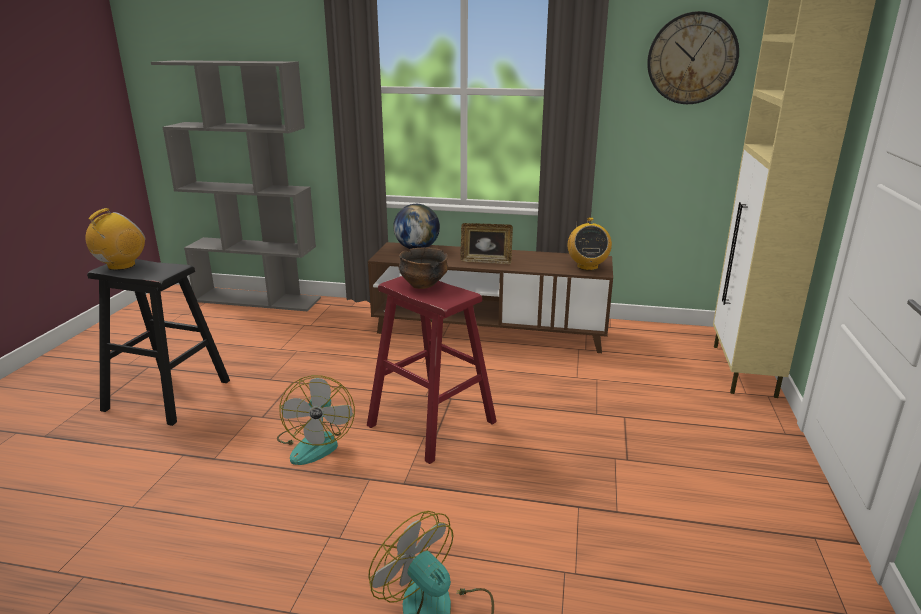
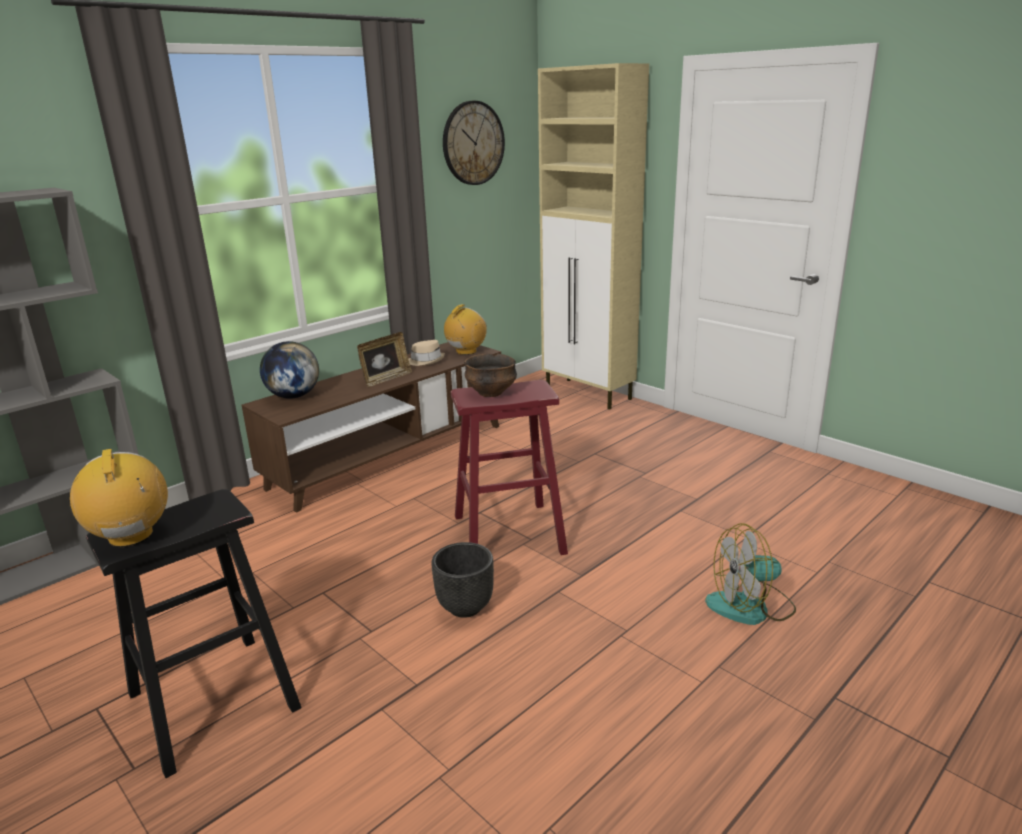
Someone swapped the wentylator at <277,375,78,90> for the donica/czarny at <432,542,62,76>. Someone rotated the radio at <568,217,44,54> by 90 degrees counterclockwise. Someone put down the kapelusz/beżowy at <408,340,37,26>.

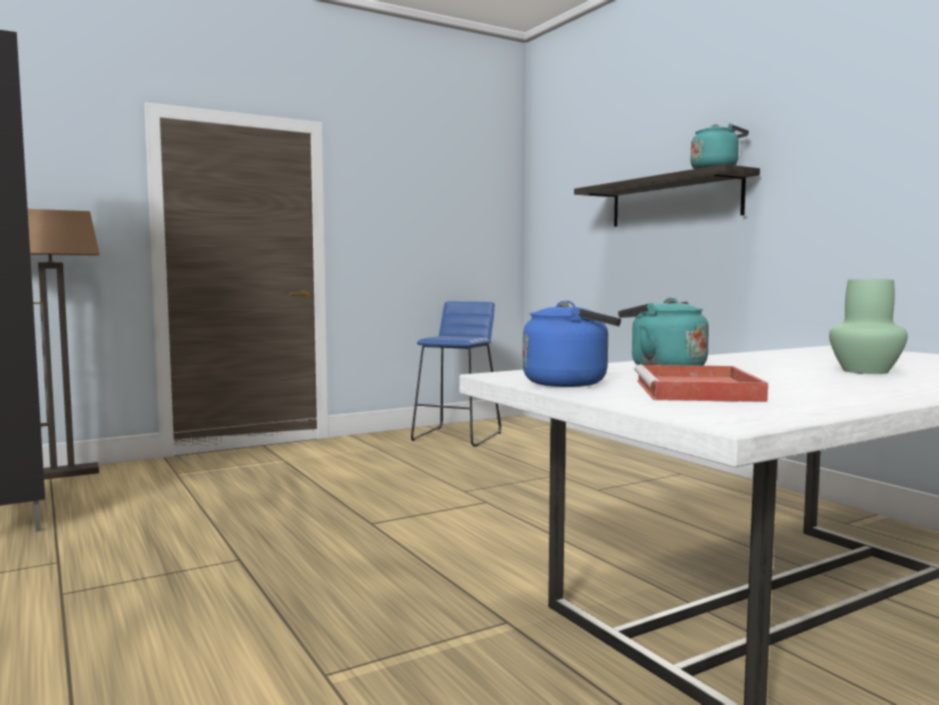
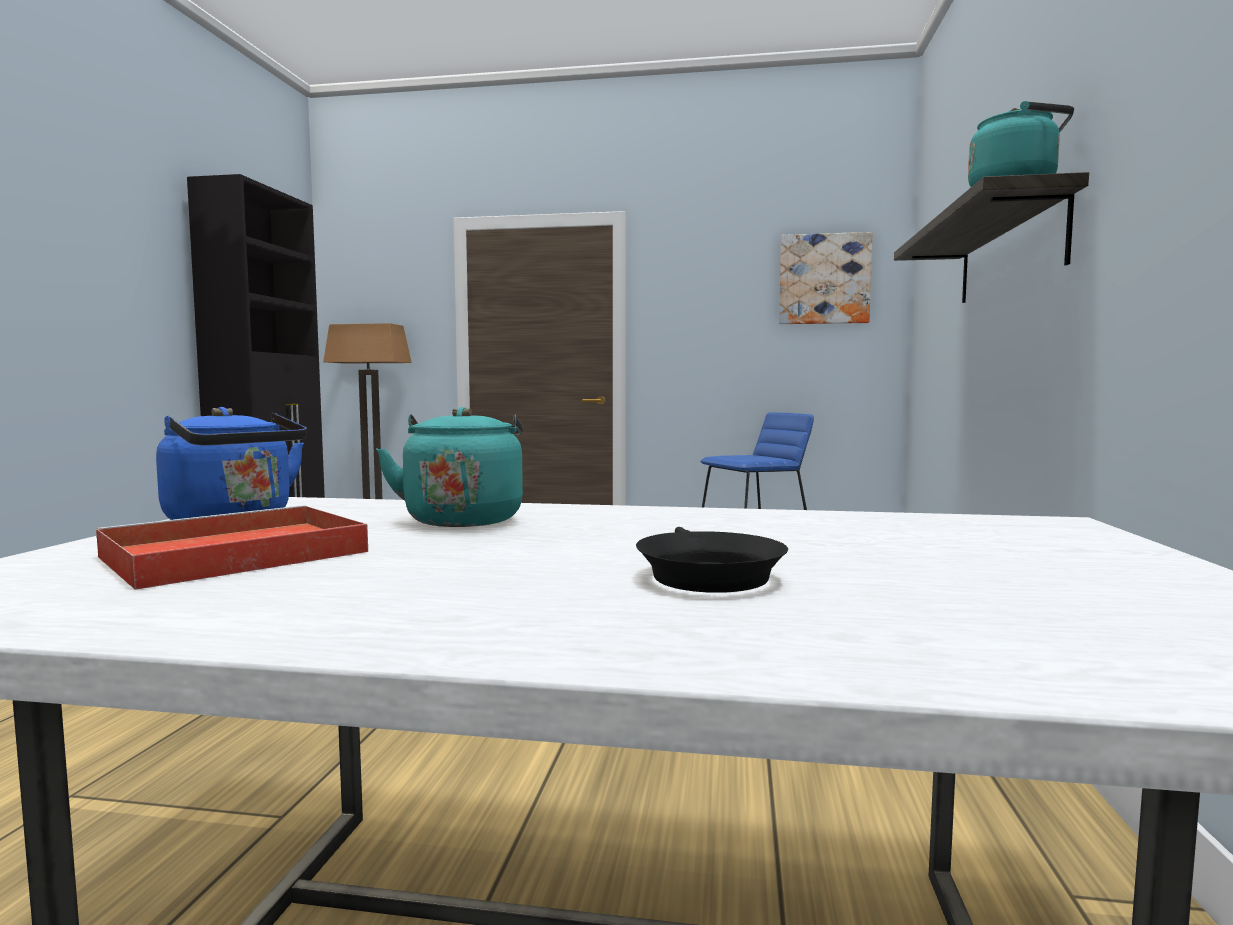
Someone swapped the wazon/zielony at <829,280,79,94> for the patelnia/czarny at <636,527,152,66>. Someone put up the obraz at <779,232,94,92>.

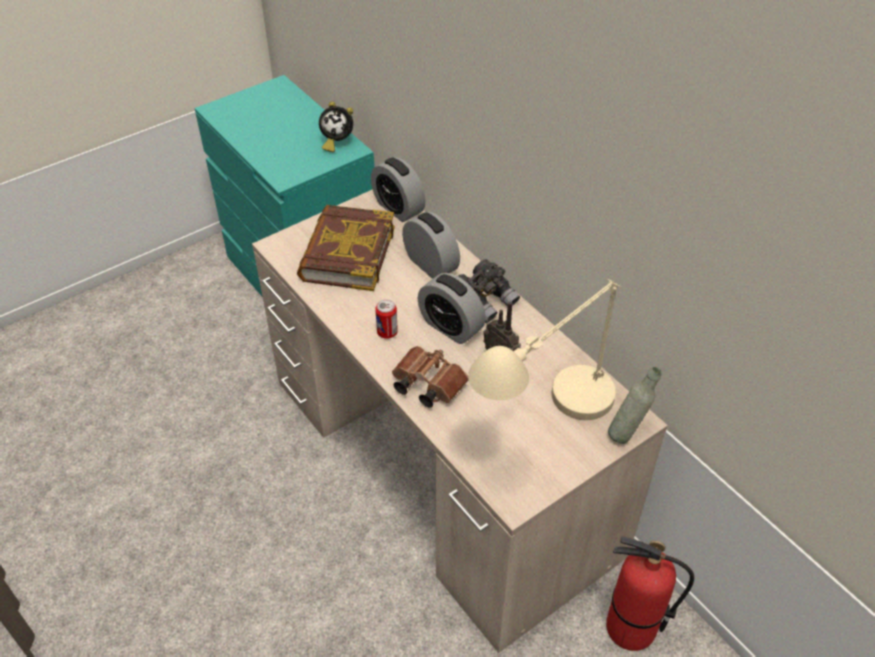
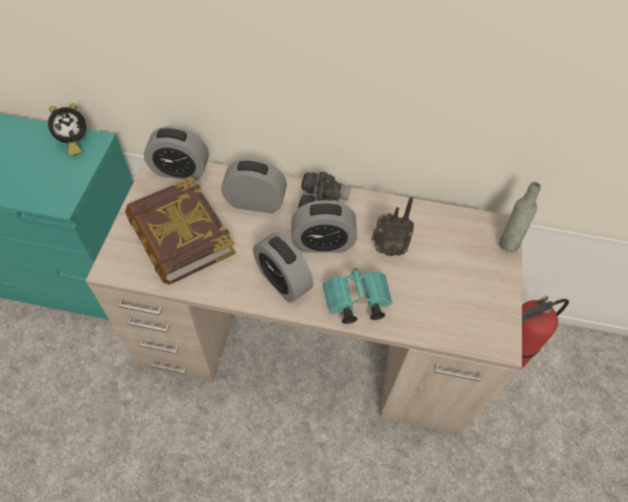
Someone swapped the puszka at <375,299,23,40> for the budzik at <253,232,60,70>. Someone repainted the lornetka/brązowy at <392,346,77,62>, which became the lornetka/turkusowy at <323,268,69,56>. Someone took away the lampa stołowa/beżowy at <468,279,153,141>.

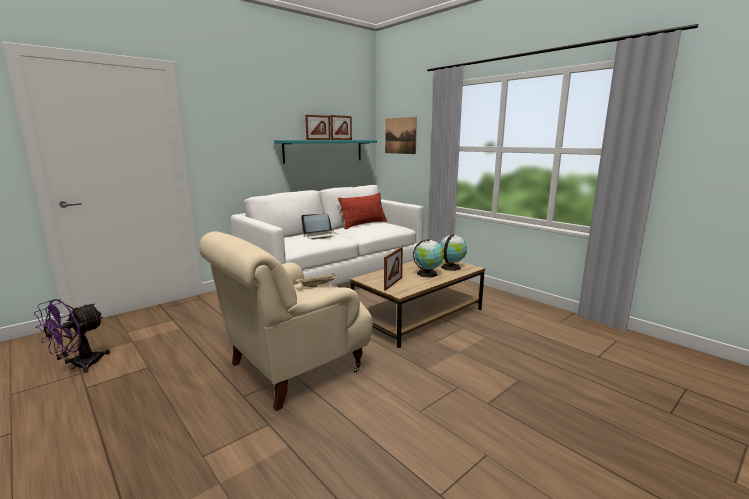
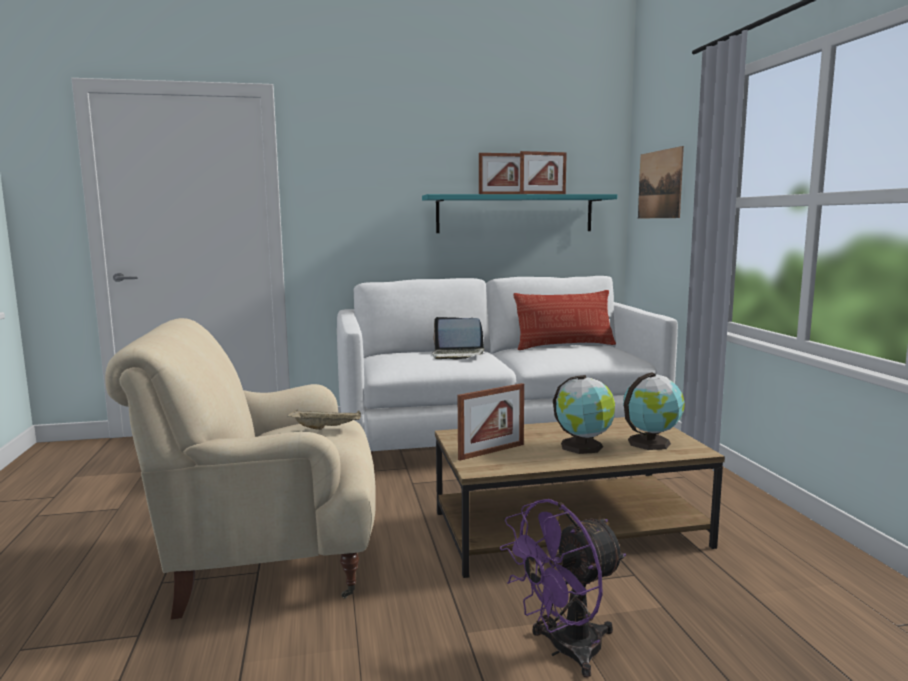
Someone carried the wentylator/fioletowy from <34,299,76,74> to <500,499,126,179>.

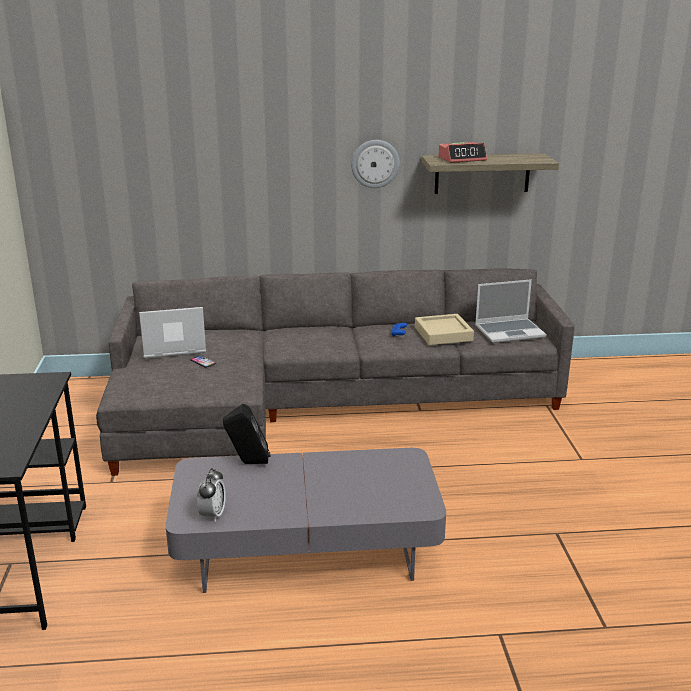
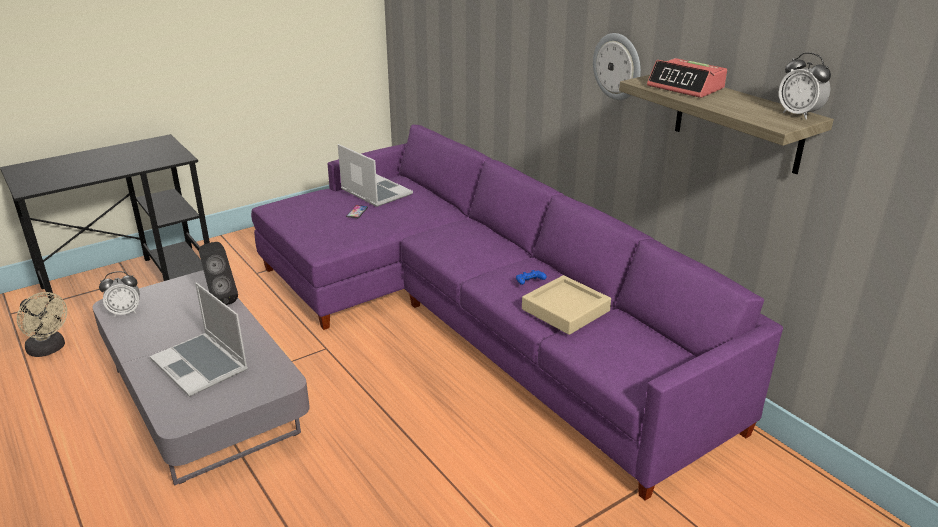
Someone repainted the kanapa/szary at <96,269,479,207>, which became the kanapa/fioletowy at <251,125,532,376>. Someone carried the laptop from <475,279,71,64> to <150,283,98,114>. Someone put down the wentylator/beżowy at <17,292,50,65>. Someone put down the budzik at <779,53,52,66>.

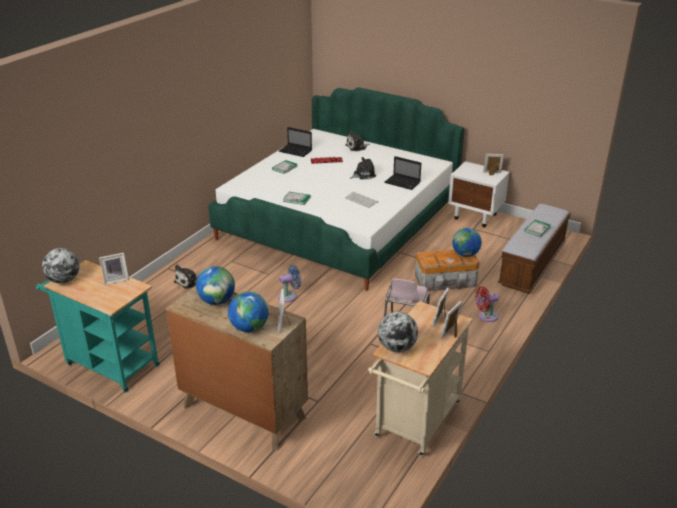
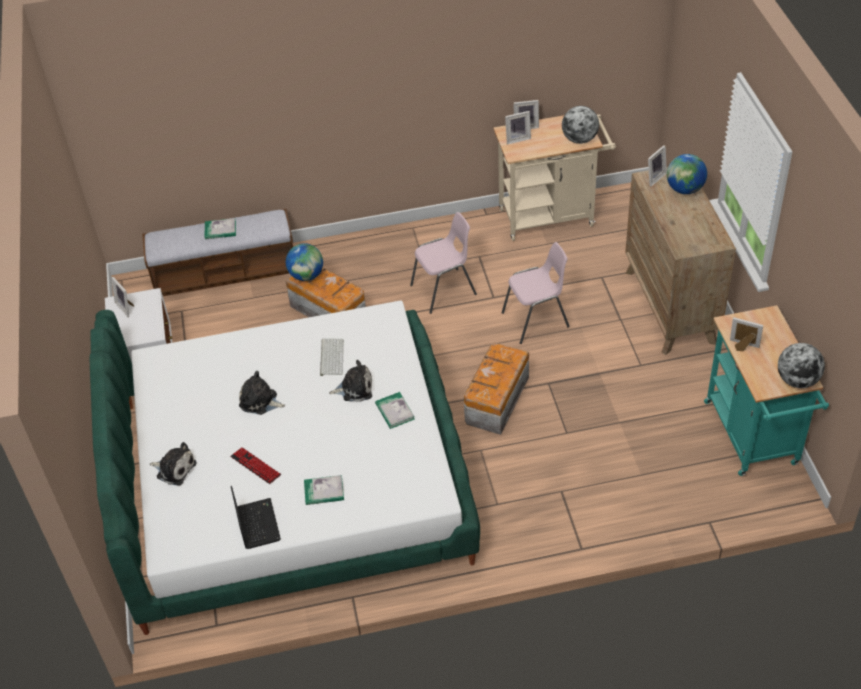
Someone carried the pluszak from <174,265,26,24> to <329,360,43,42>. Someone took away the globus at <196,266,39,39>. Someone swapped the wentylator/niebieski at <278,265,23,37> for the pojemnik do przechowywania at <464,343,65,92>. Someone took away the laptop at <384,156,37,34>. Someone took away the wentylator/czerwony at <475,286,24,36>. Someone put down the krzesło/różowy at <502,242,68,102>.

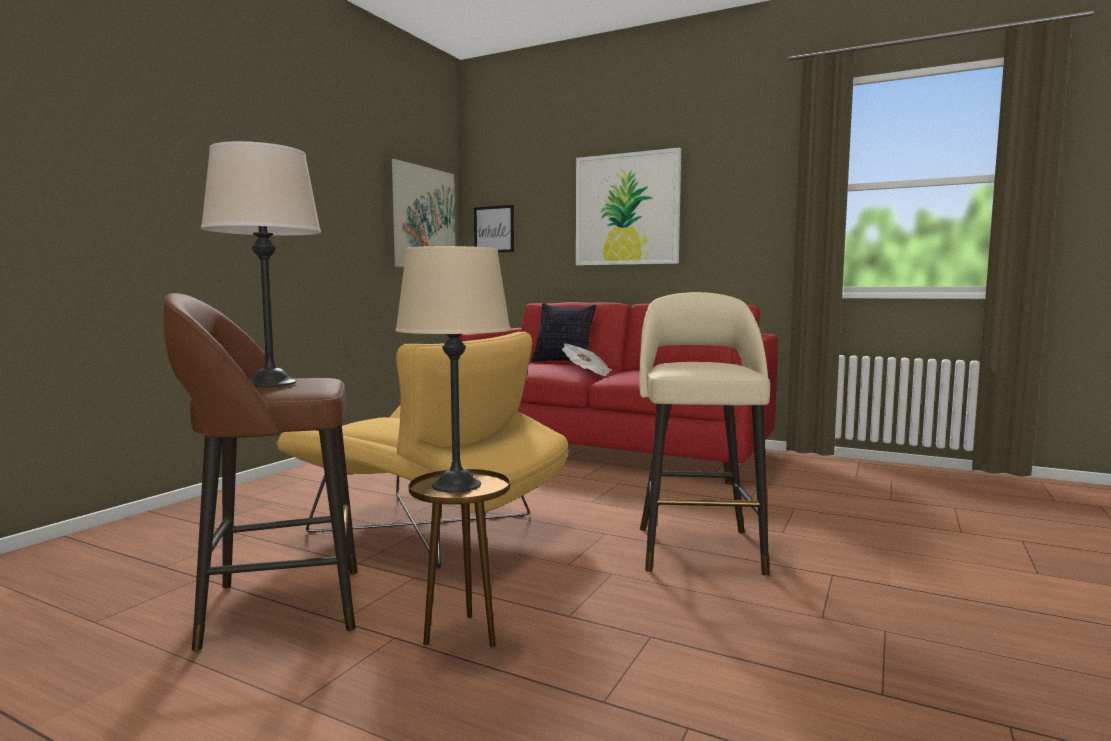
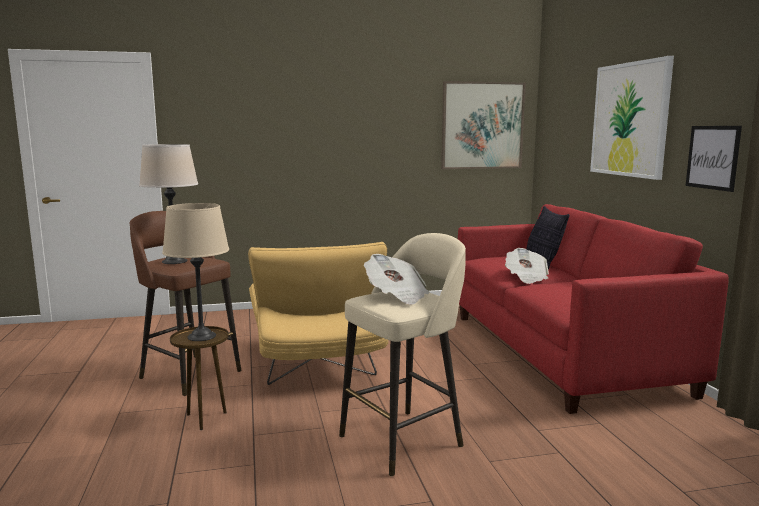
Someone carried the obraz from <474,205,40,48> to <686,126,56,66>. Someone put down the gazeta at <364,254,65,51>.

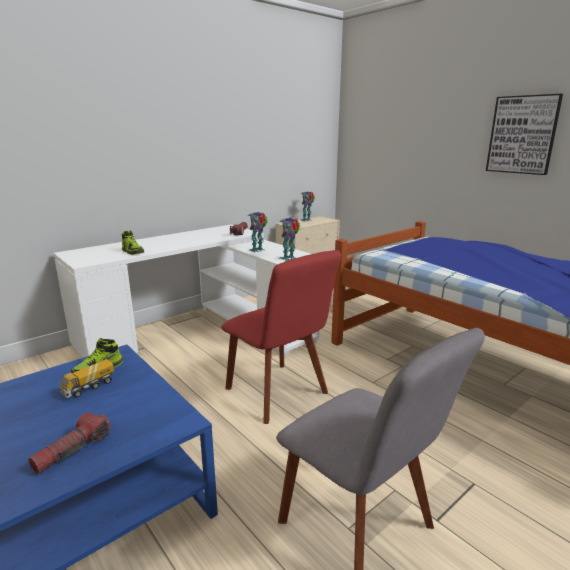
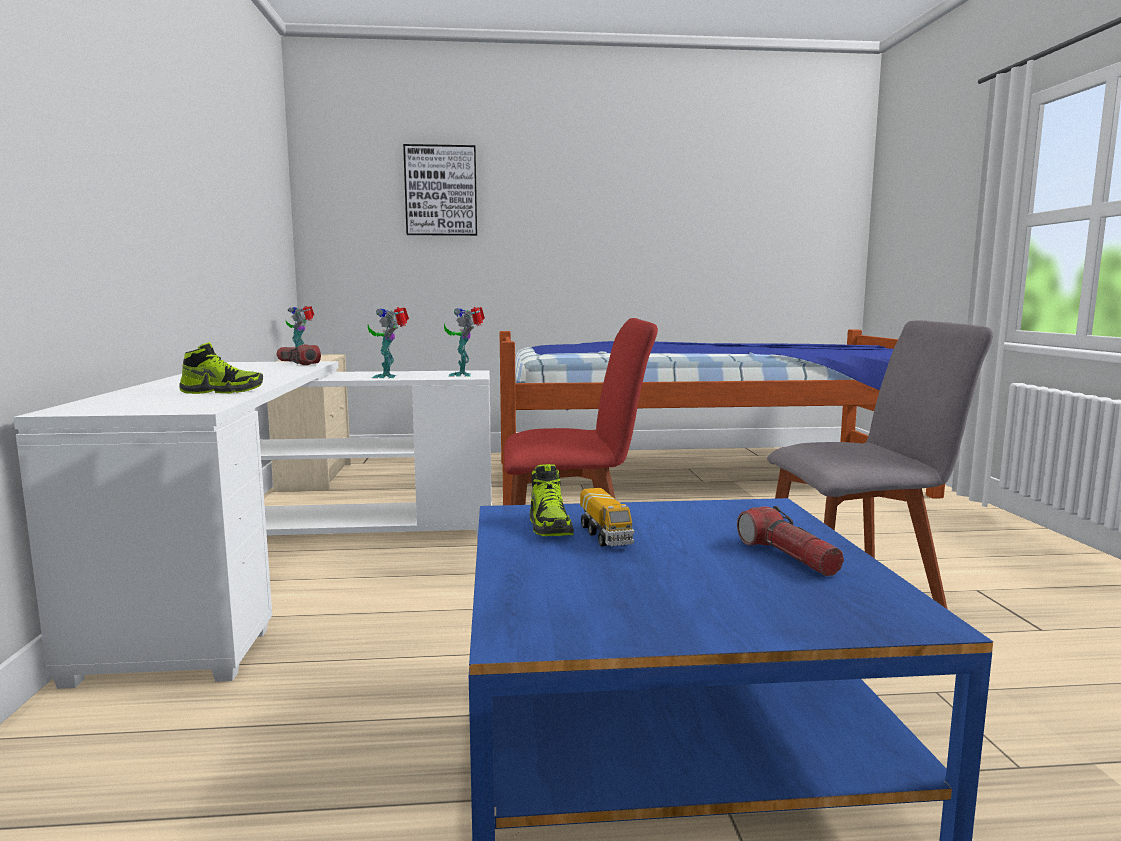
Someone carried the obraz from <486,94,77,81> to <403,144,74,92>.

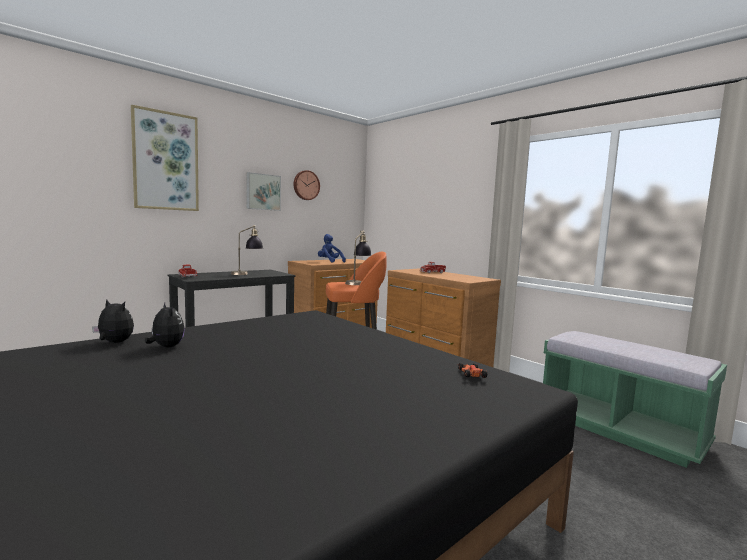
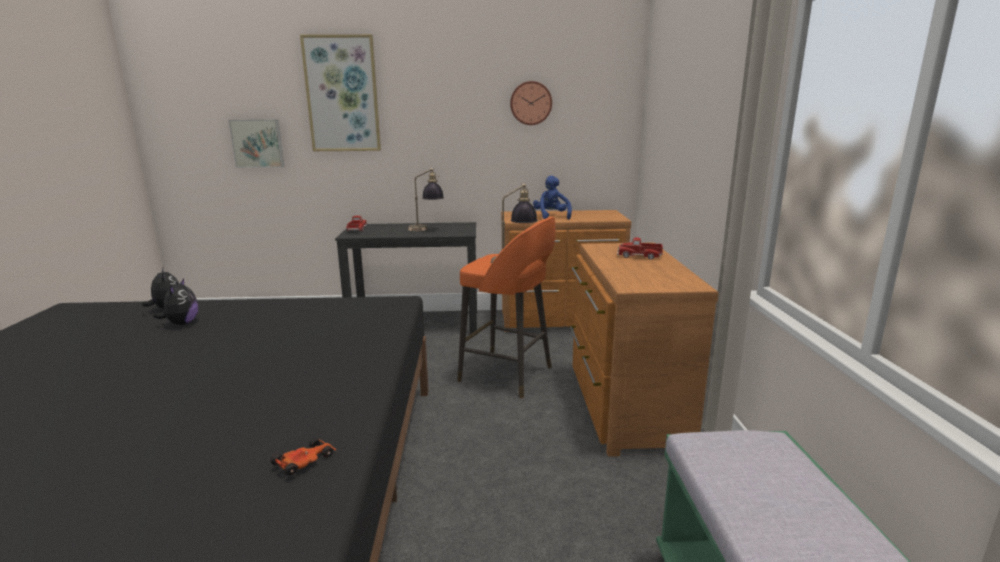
Someone carried the obraz from <246,172,35,39> to <229,119,56,49>.

